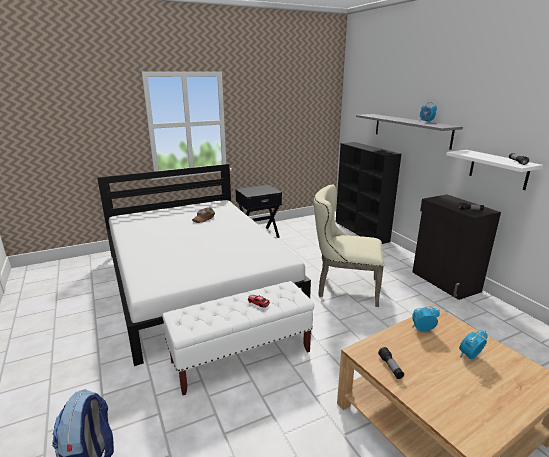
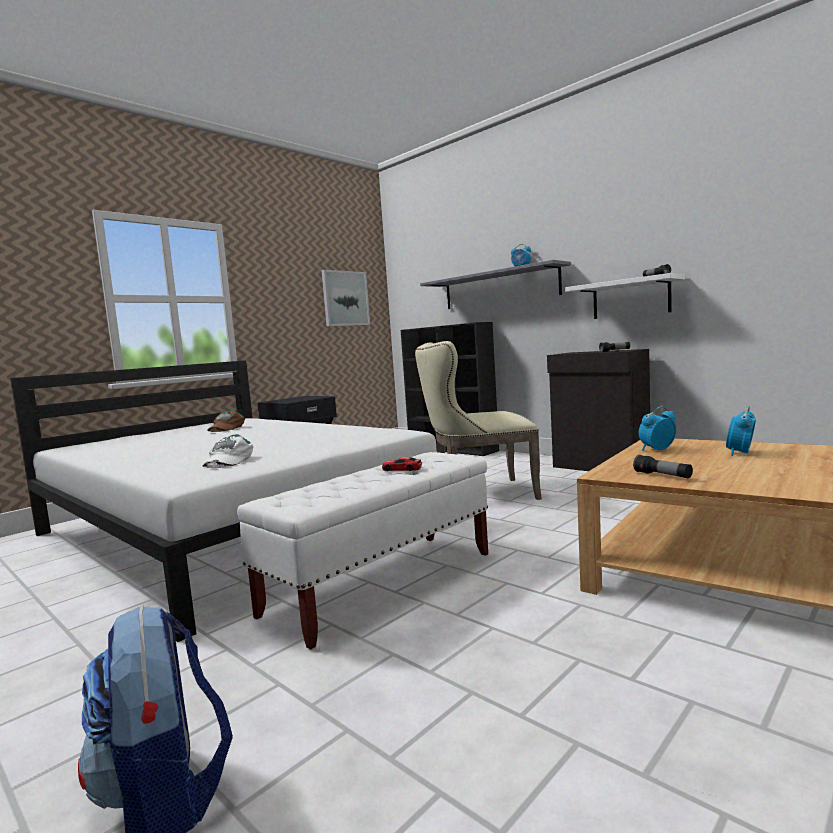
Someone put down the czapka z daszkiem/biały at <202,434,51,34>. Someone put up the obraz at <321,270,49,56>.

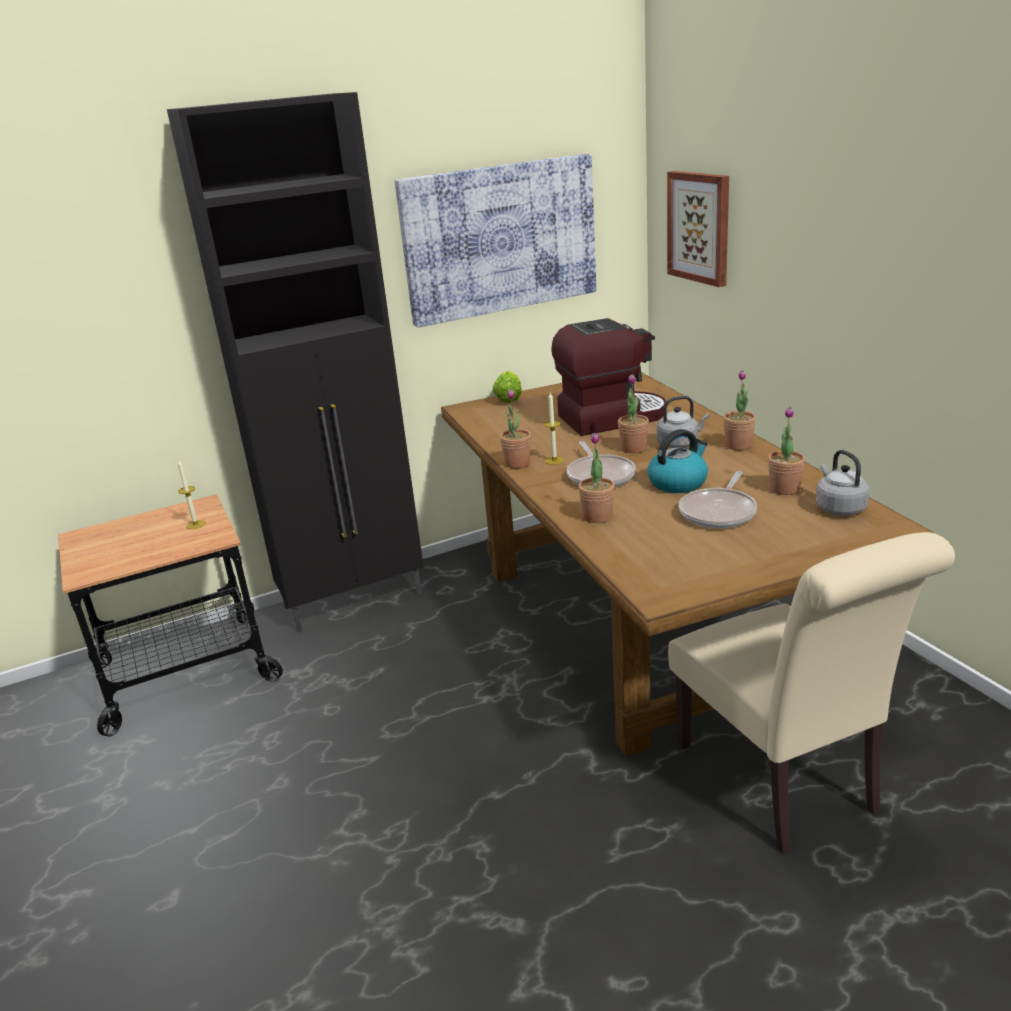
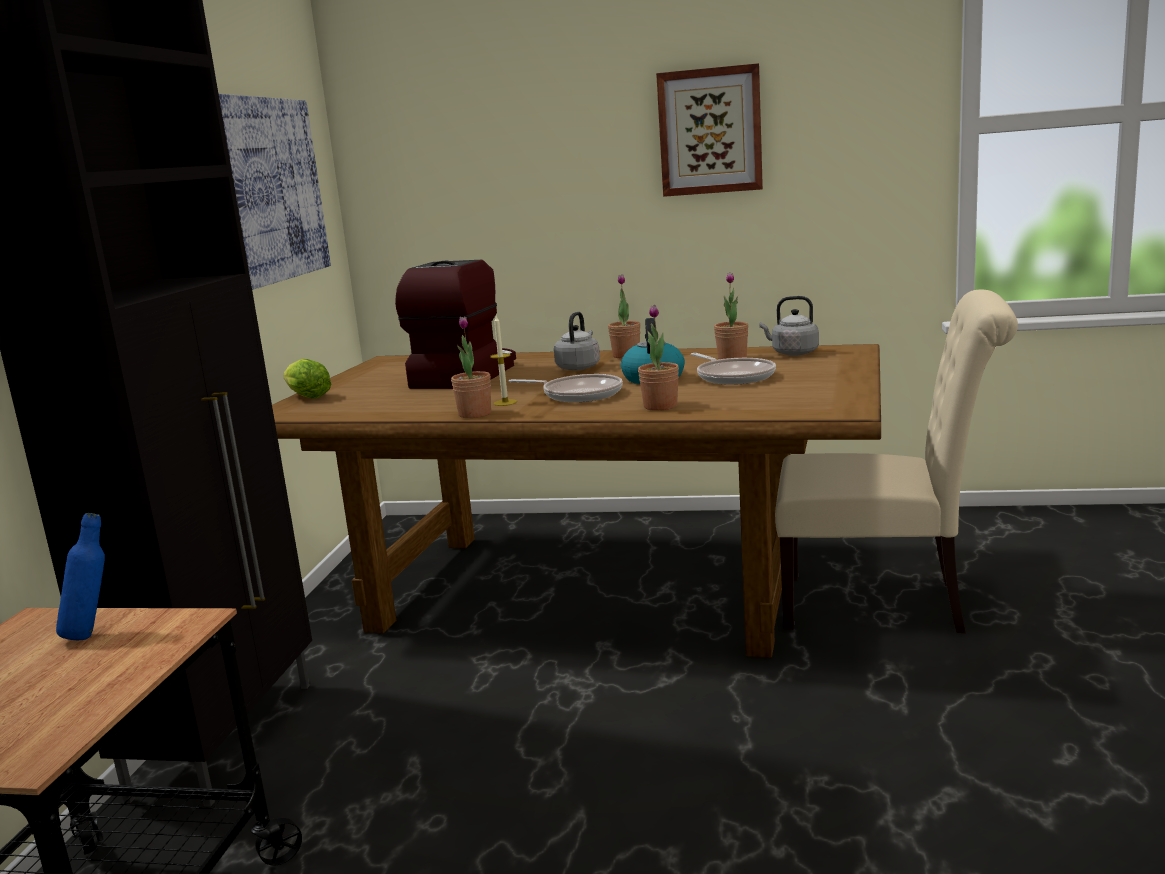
Someone swapped the świeca at <178,460,28,69> for the butelka/niebieski at <56,513,49,127>. Someone took away the roślina doniczkowa at <618,374,31,79>. Someone carried the obraz from <667,171,62,116> to <656,63,107,134>.

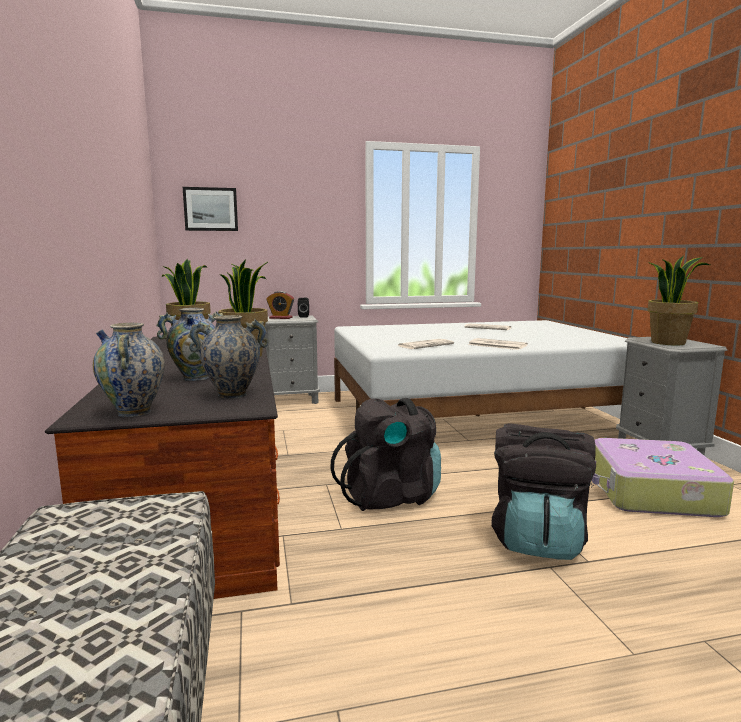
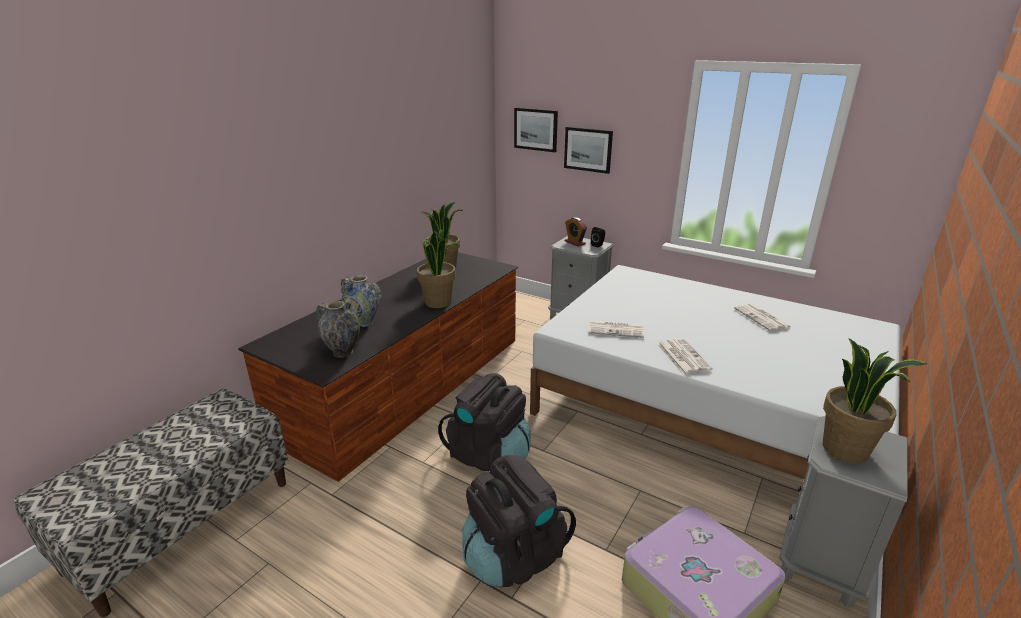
Someone took away the wazon at <93,323,72,94>. Someone put up the obraz at <564,127,49,47>.

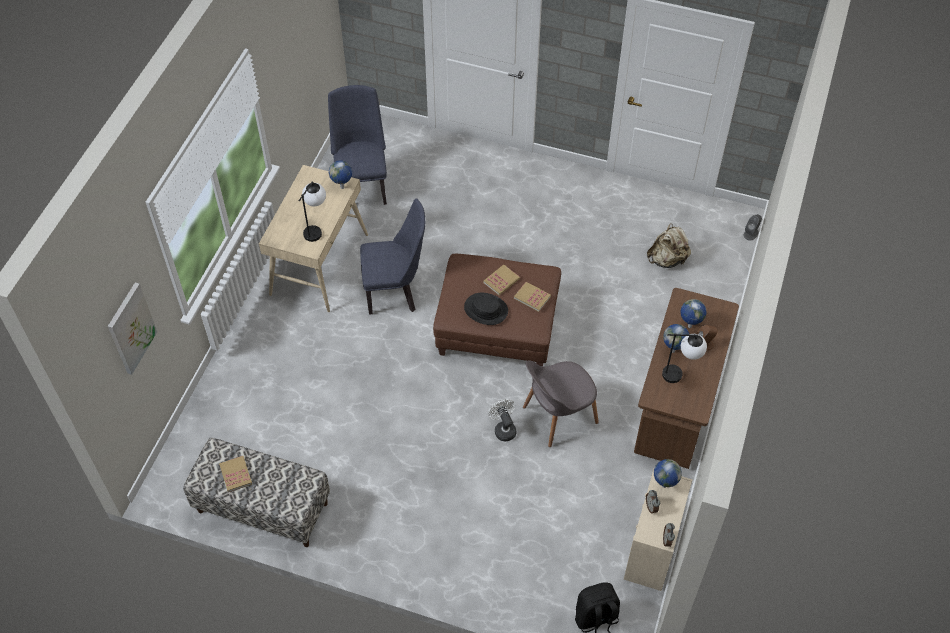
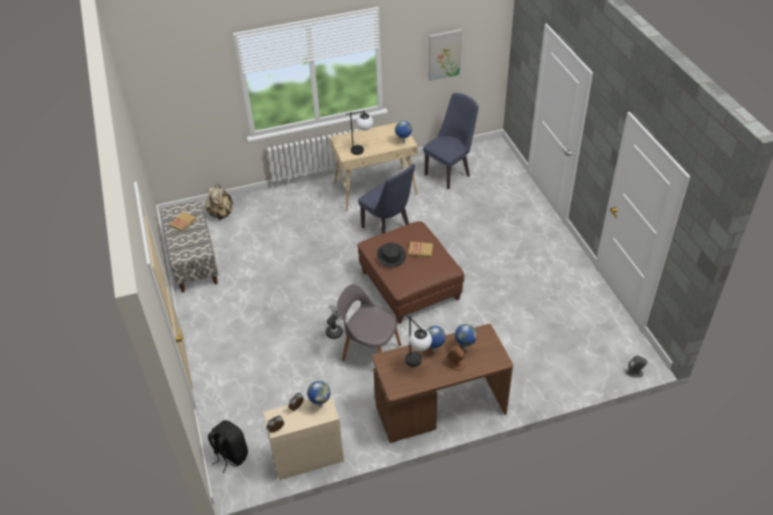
Someone carried the obraz from <108,283,49,92> to <429,29,33,52>. Someone took away the książka at <514,282,37,30>. Someone carried the plecak/beżowy from <647,223,44,45> to <205,184,28,36>.

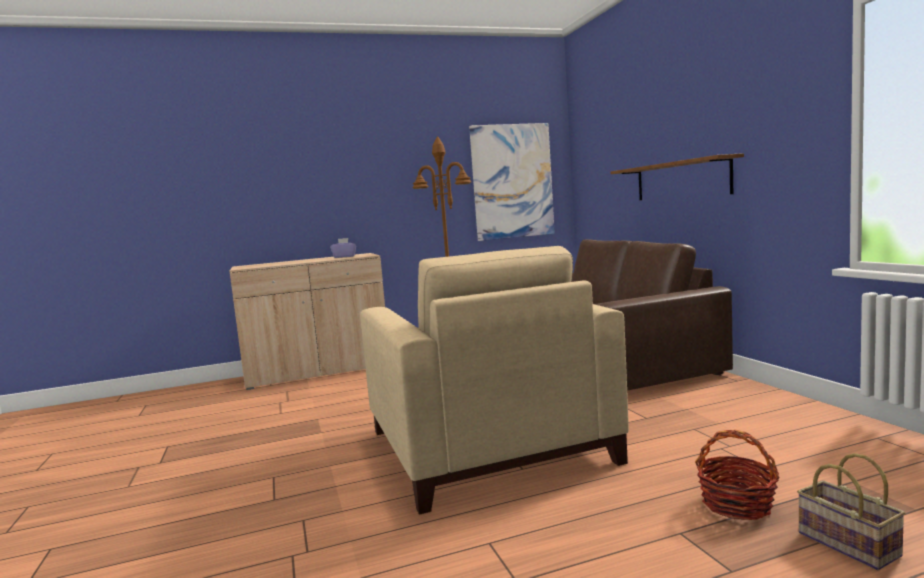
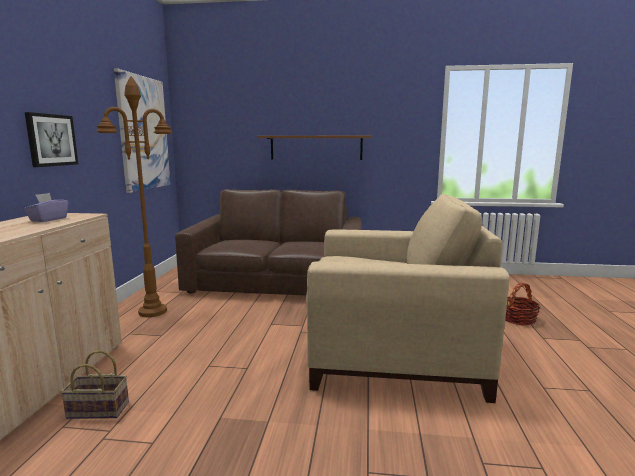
Someone carried the koszyk from <797,453,108,117> to <61,350,68,69>. Someone put up the obraz at <25,112,53,55>.

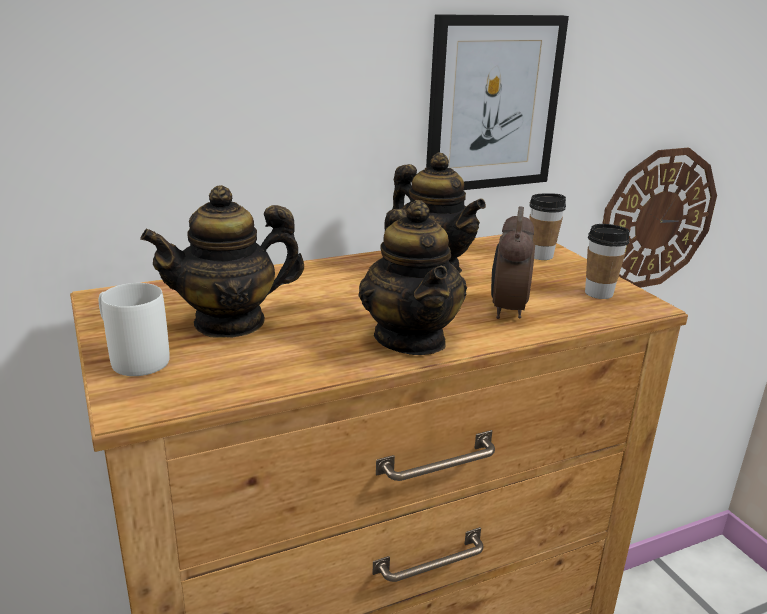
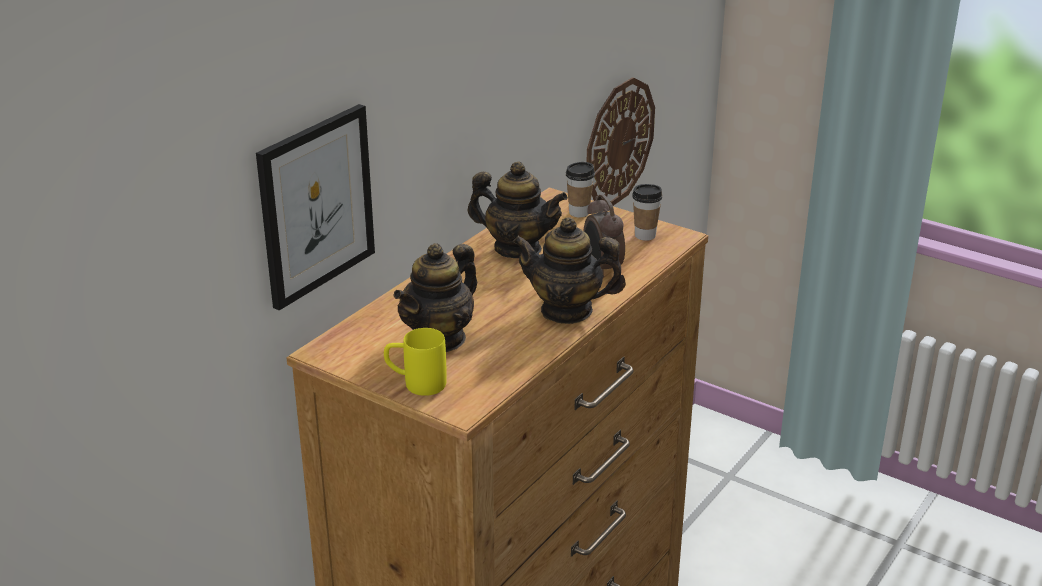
Someone repainted the kubek/biały at <99,283,71,93>, which became the kubek/żółty at <384,328,63,68>. Someone rotated the imbryk at <359,200,108,155> by 150 degrees clockwise. Someone carried the obraz from <426,14,143,176> to <256,104,119,206>.

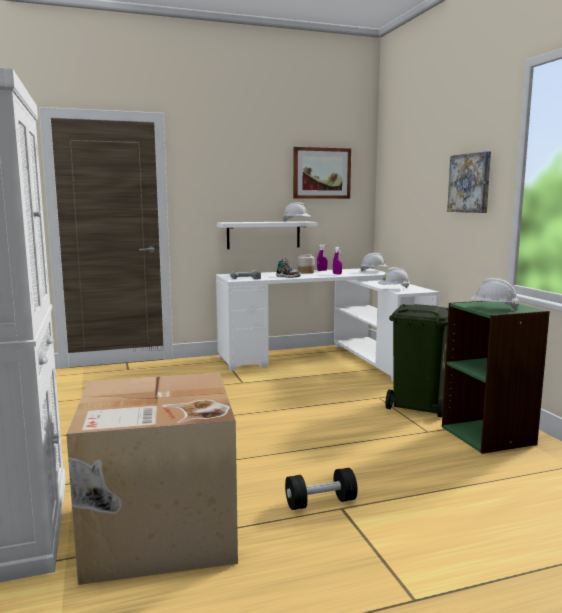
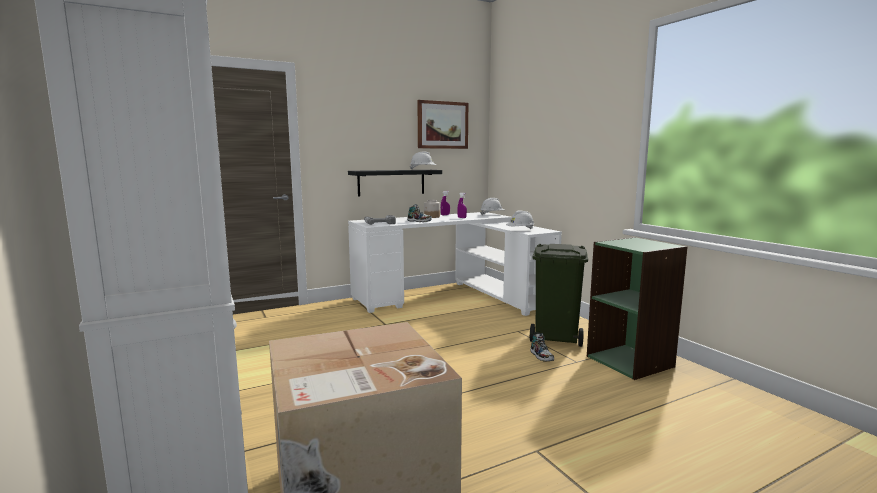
Someone repainted the półka/biały at <217,221,100,28>, which became the półka/czarny at <348,170,94,26>. Someone took away the hantel/czarny at <285,468,73,42>. Someone took away the obraz at <447,151,44,62>. Someone took away the kask/biały at <471,278,48,32>. Someone put down the but at <530,333,24,28>.

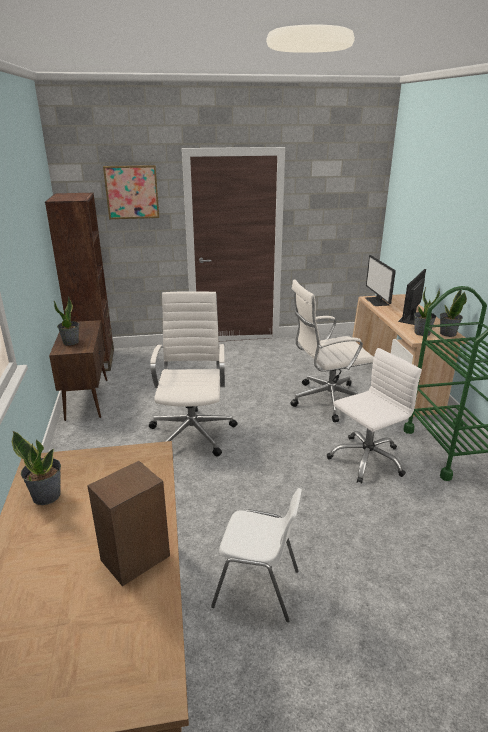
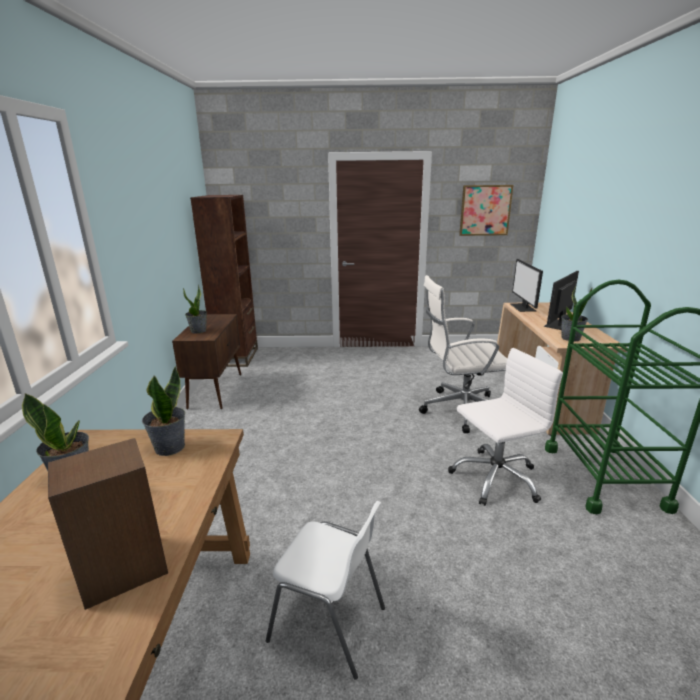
Someone carried the obraz from <103,165,56,54> to <459,185,54,51>. Someone took away the krzesło biurowe/biały at <149,291,89,166>. Someone carried the roślina doniczkowa from <440,290,27,47> to <142,367,43,89>.

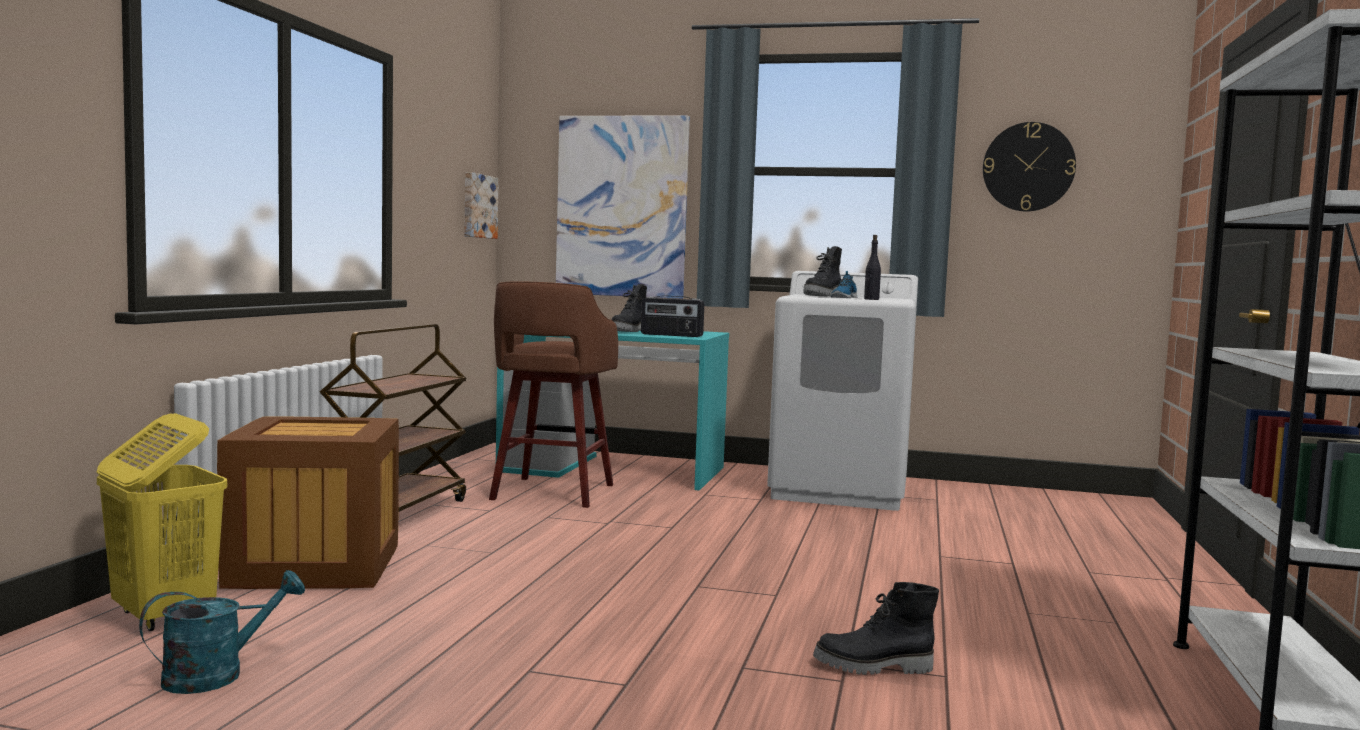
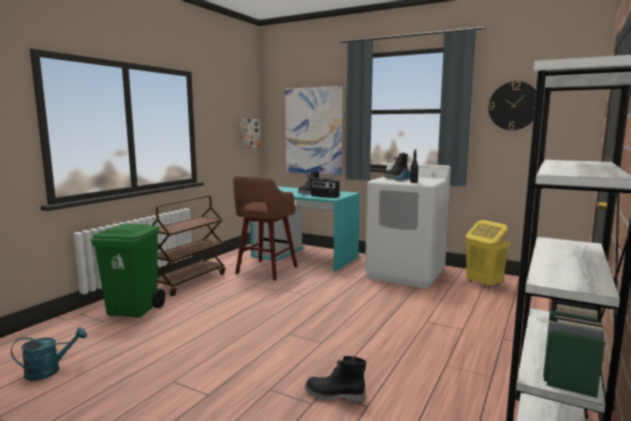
Someone carried the kosz na pranie/żółty from <97,413,131,218> to <465,220,45,69>. Someone swapped the skrzynka at <217,417,182,172> for the kosz na śmieci/zielony at <91,224,74,94>.

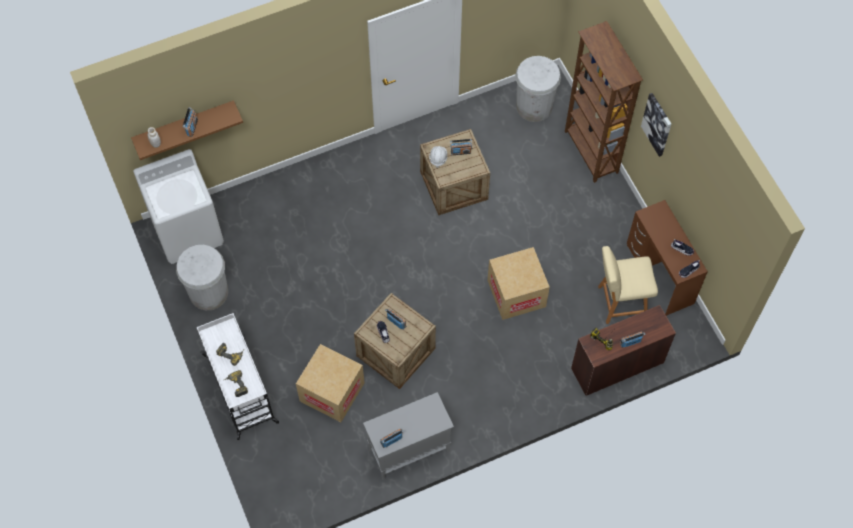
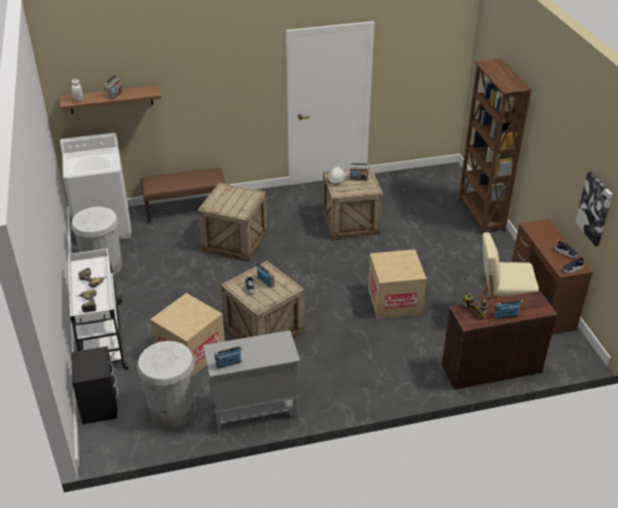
Someone carried the kosz na śmieci/biały from <515,56,46,66> to <137,341,58,87>. Someone carried the obraz from <641,93,30,64> to <575,171,38,75>. Someone put down the szafka nocna/czarny at <71,346,48,78>. Someone put down the ławka/brązowy at <141,168,85,55>. Someone put down the skrzynka at <198,183,70,79>.

